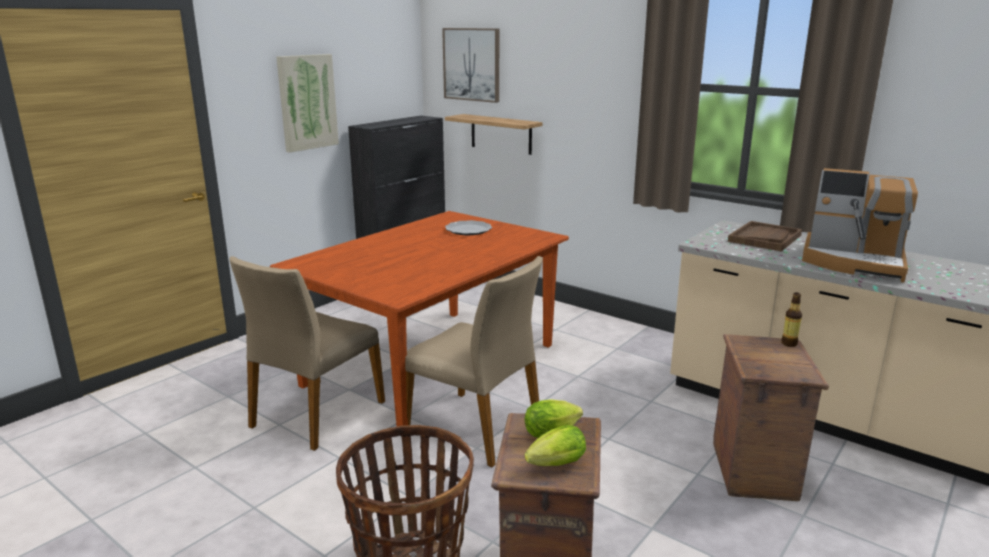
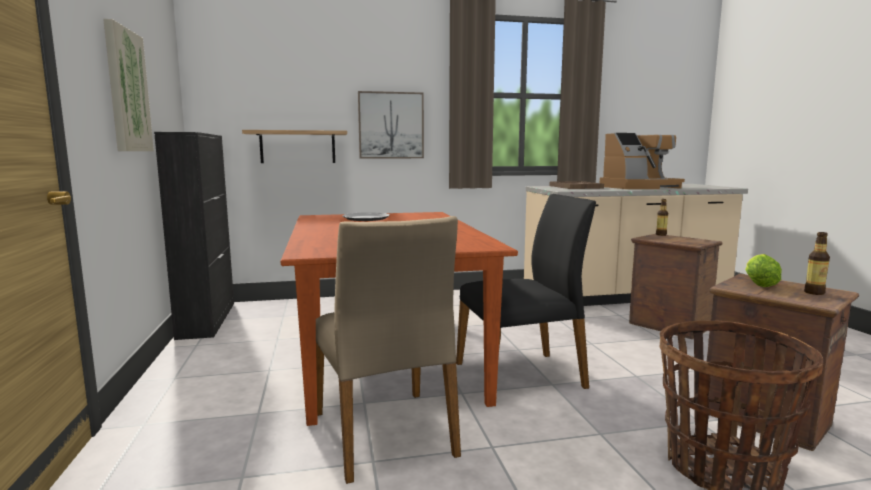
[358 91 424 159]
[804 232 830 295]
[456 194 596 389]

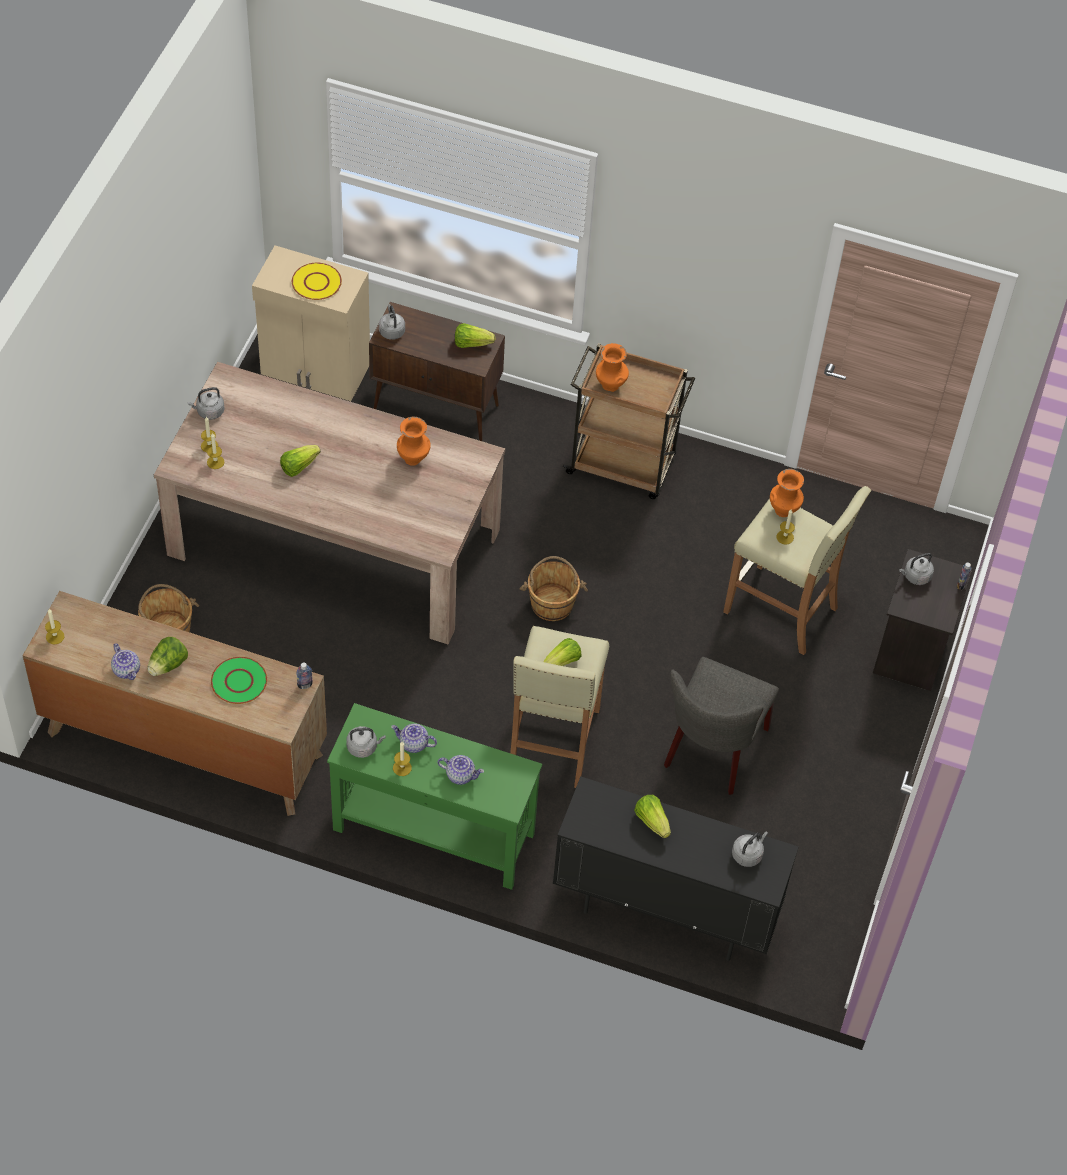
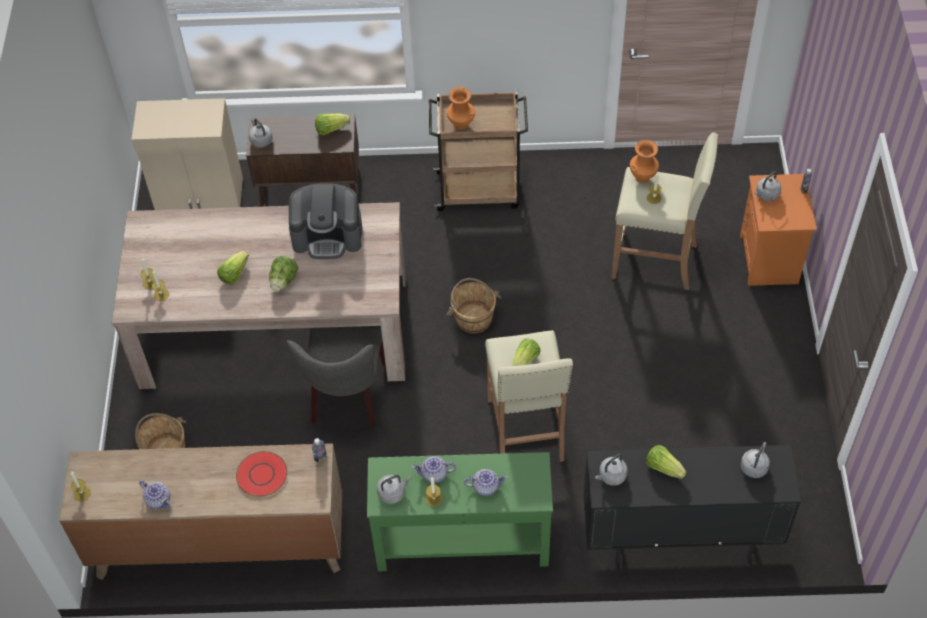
[292 263 342 300] (first image)
[269 256 298 292]
[595 454 628 486]
[287 326 386 427]
[289 183 363 259]
[236 451 288 497]
[740 174 817 286]

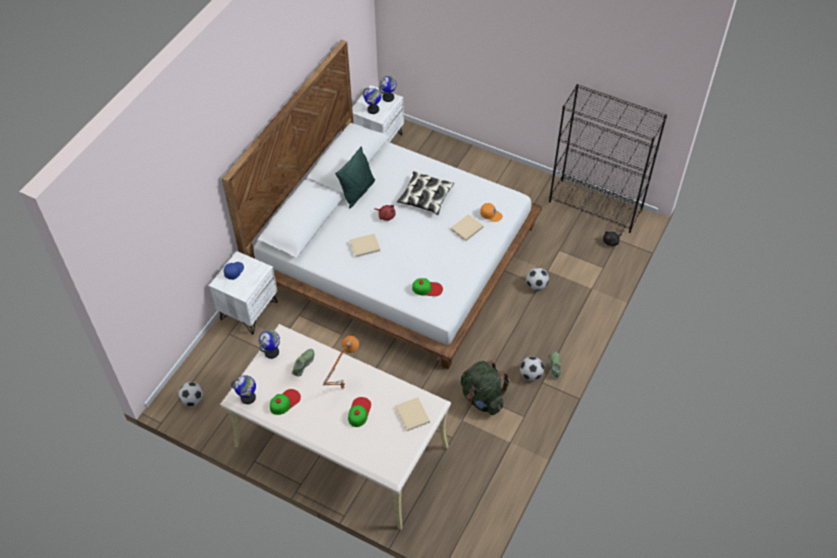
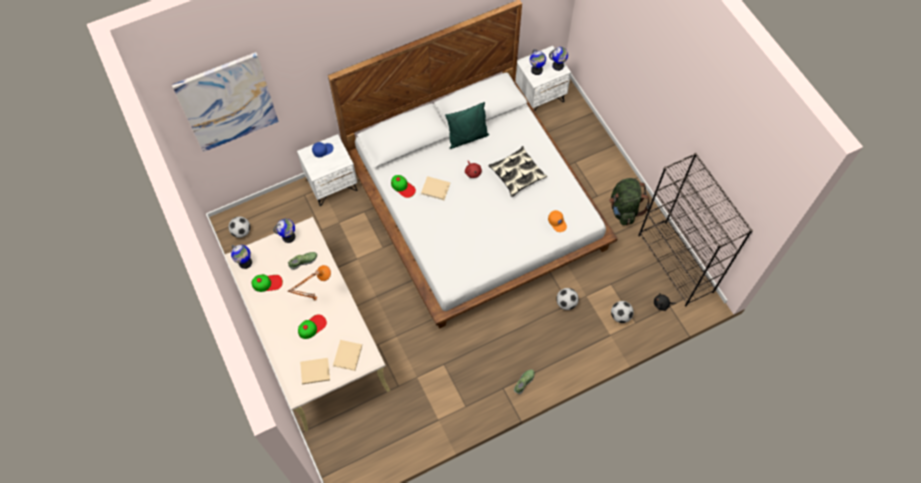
[172 52 278 152]
[391 175 416 198]
[300 358 330 384]
[609 178 650 225]
[611 301 634 323]

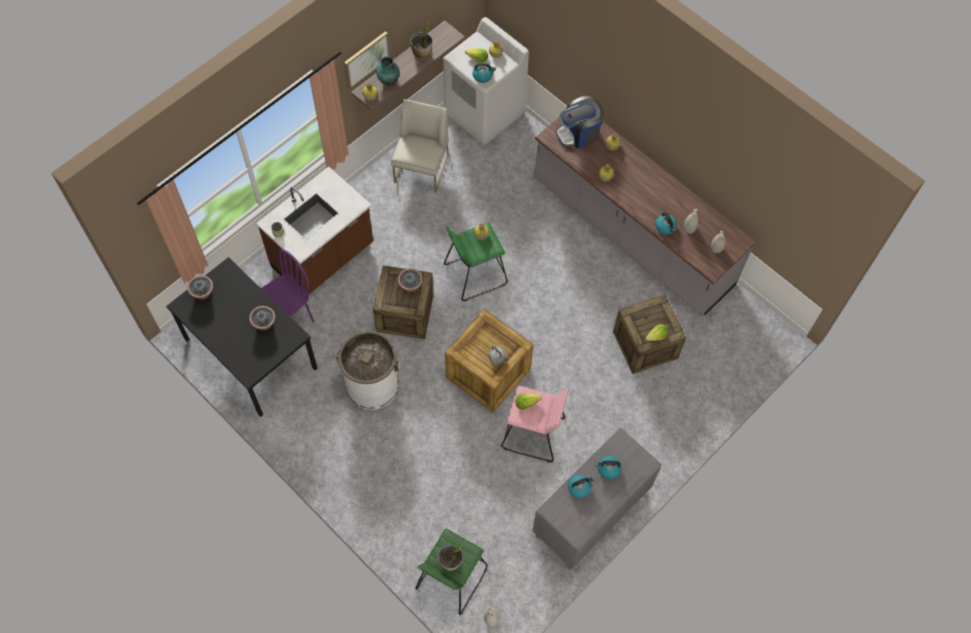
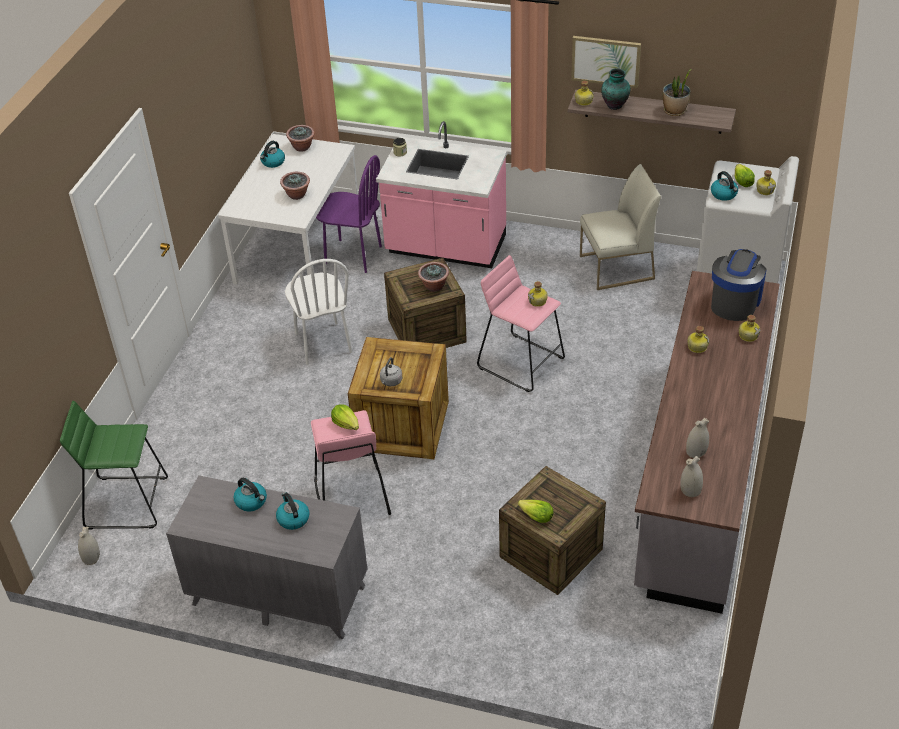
[437 544 463 571] (first image)
[260 141 285 168]
[285 259 353 365]
[218 134 358 285]
[376 121 507 268]
[477 255 565 392]
[711 249 767 321]

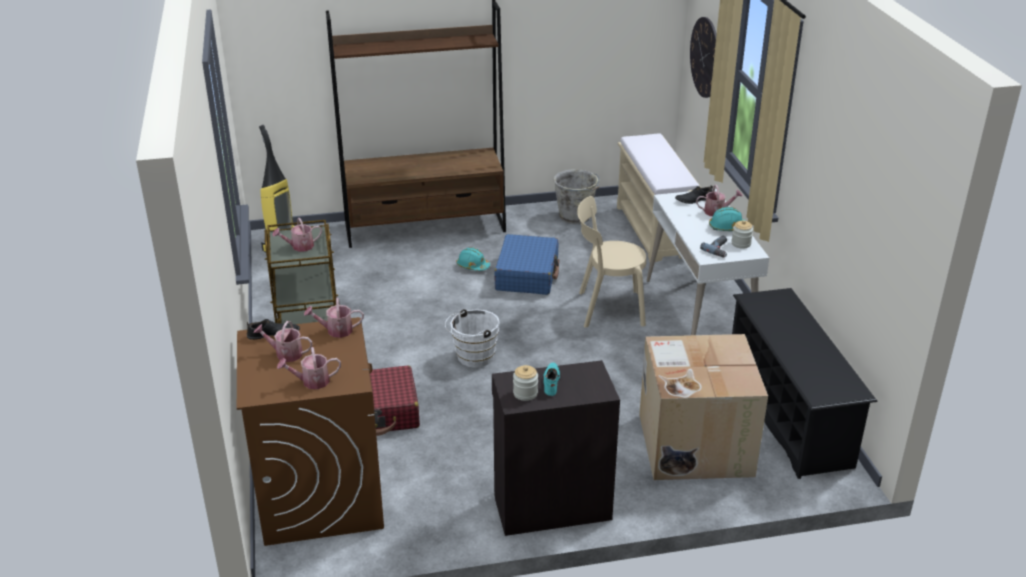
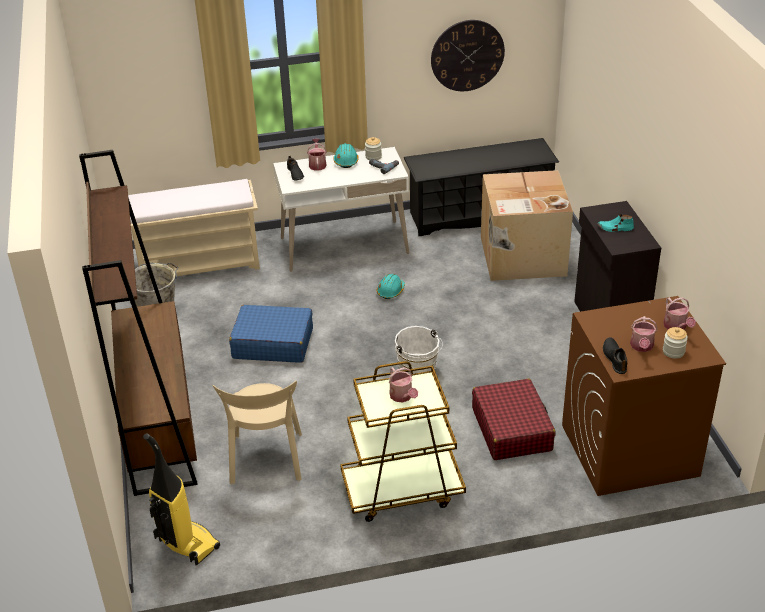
[304 298 364 338] (first image)
[377 274 405 299]
[663 327 688 359]
[212 381 302 484]
[431 20 505 91]

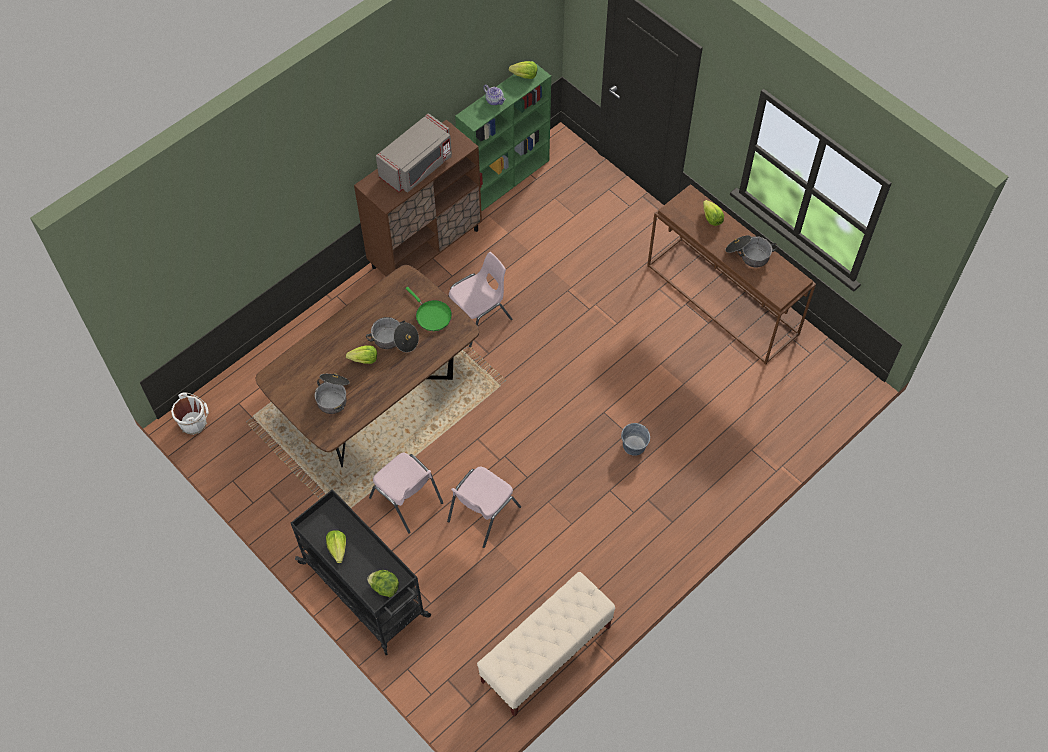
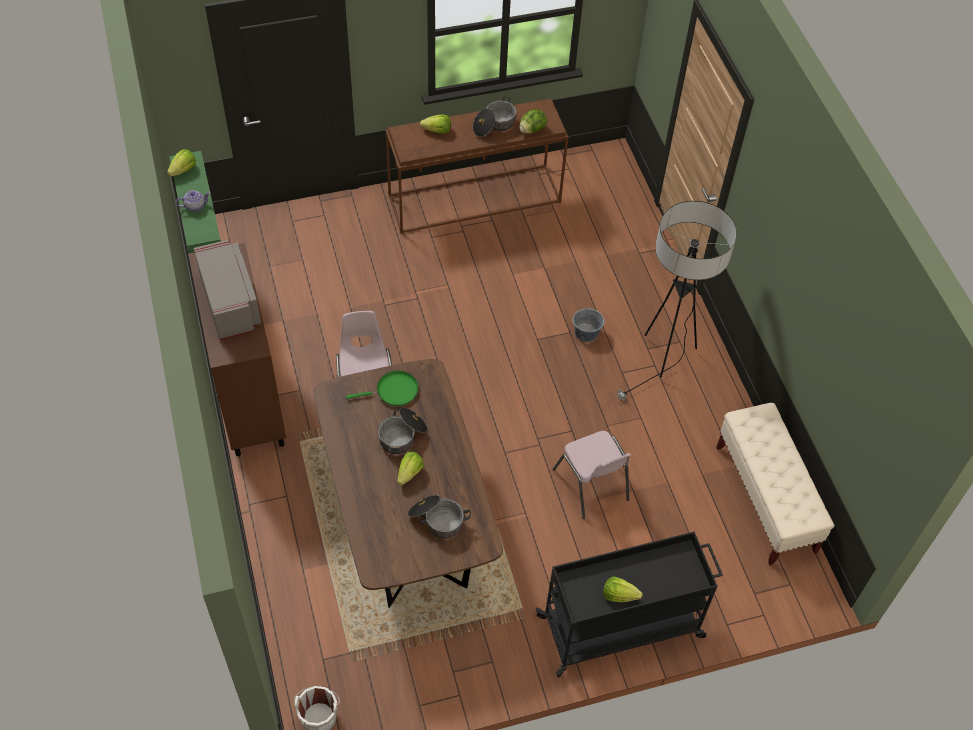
[369 453 443 534] (first image)
[617 201 737 402]
[520 109 547 133]

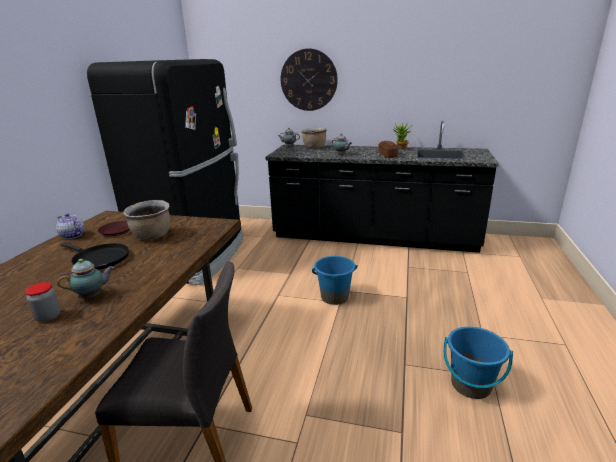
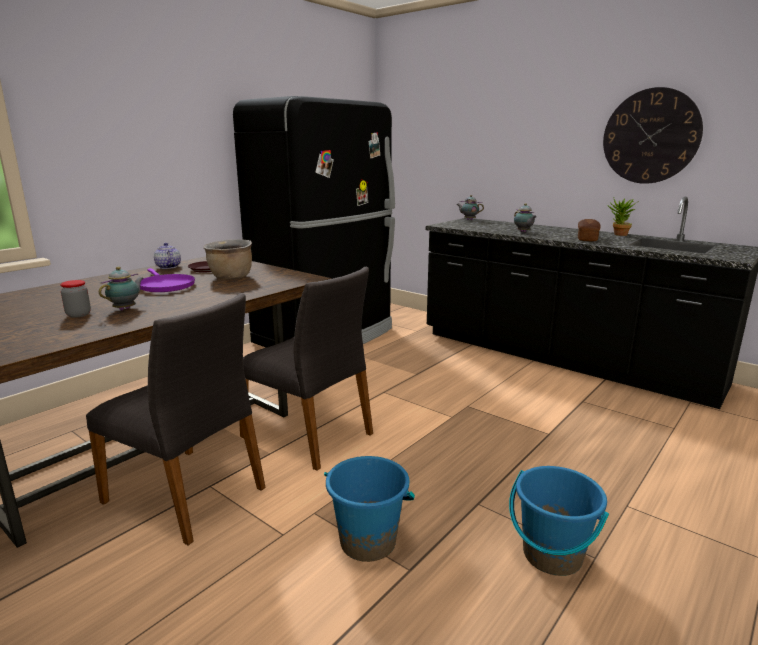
[301 128 327 149] (first image)
[239 267 373 471]
[603 87 703 184]
[324 456 415 562]
[140 268 195 292]
[99 267 144 310]

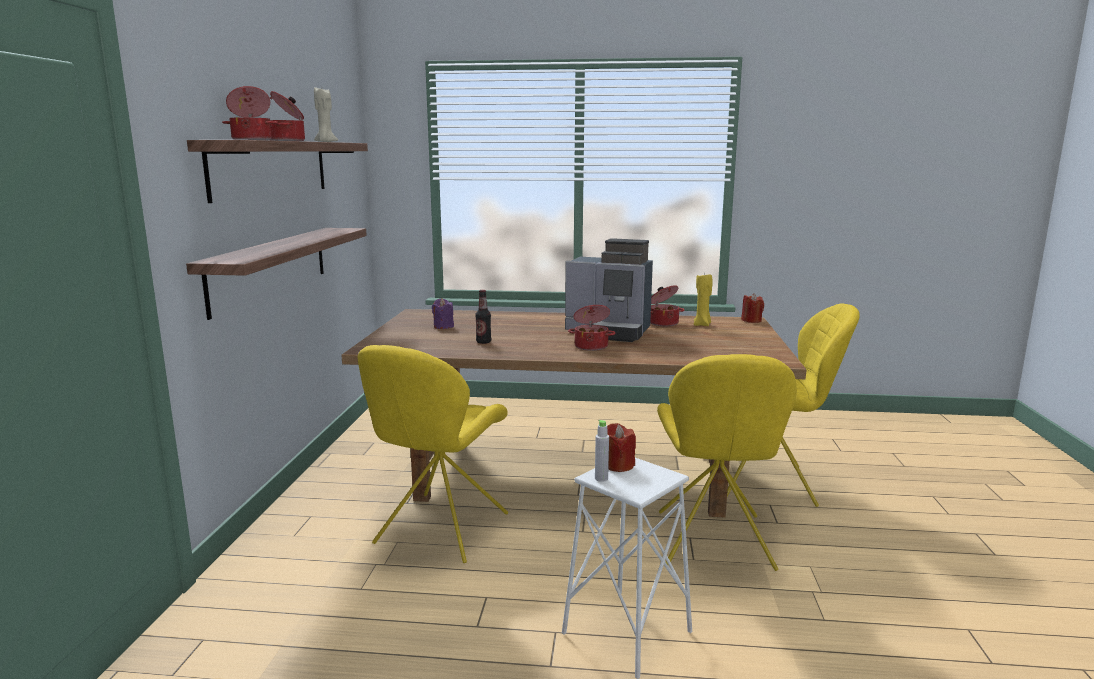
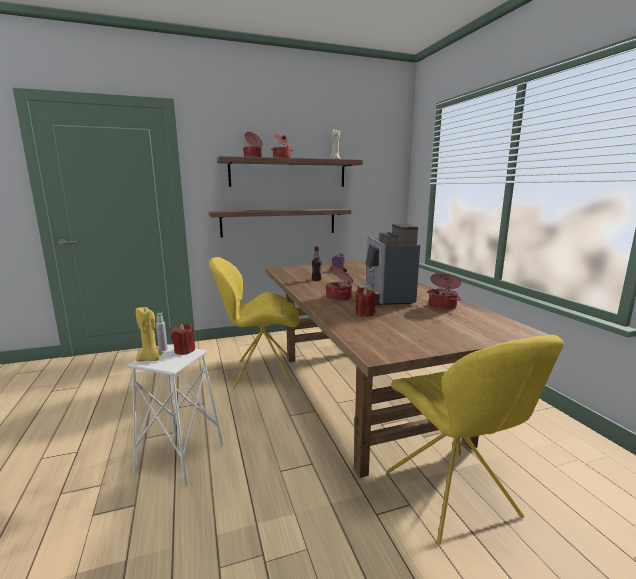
[657 354 797 571] (first image)
[136 306 163 361]
[356 287 376 317]

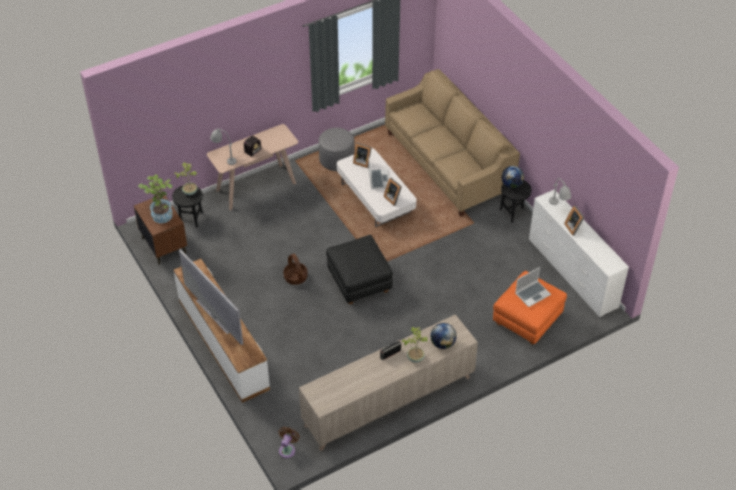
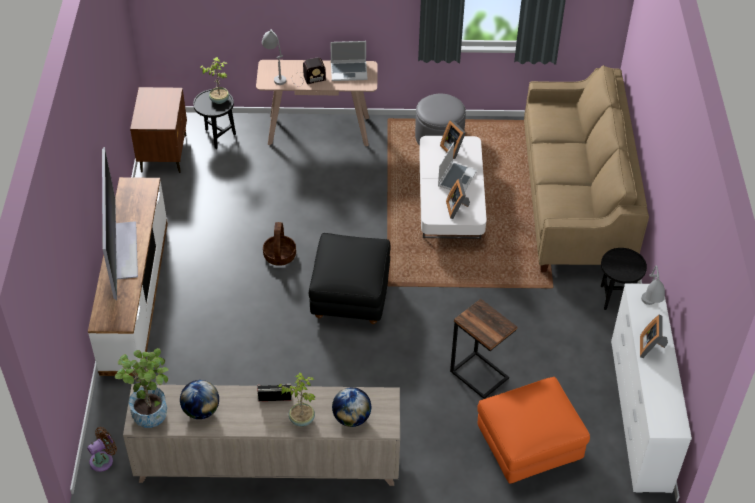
[450 299 517 399]
[115 348 169 428]
[180 380 219 419]
[330 41 368 81]

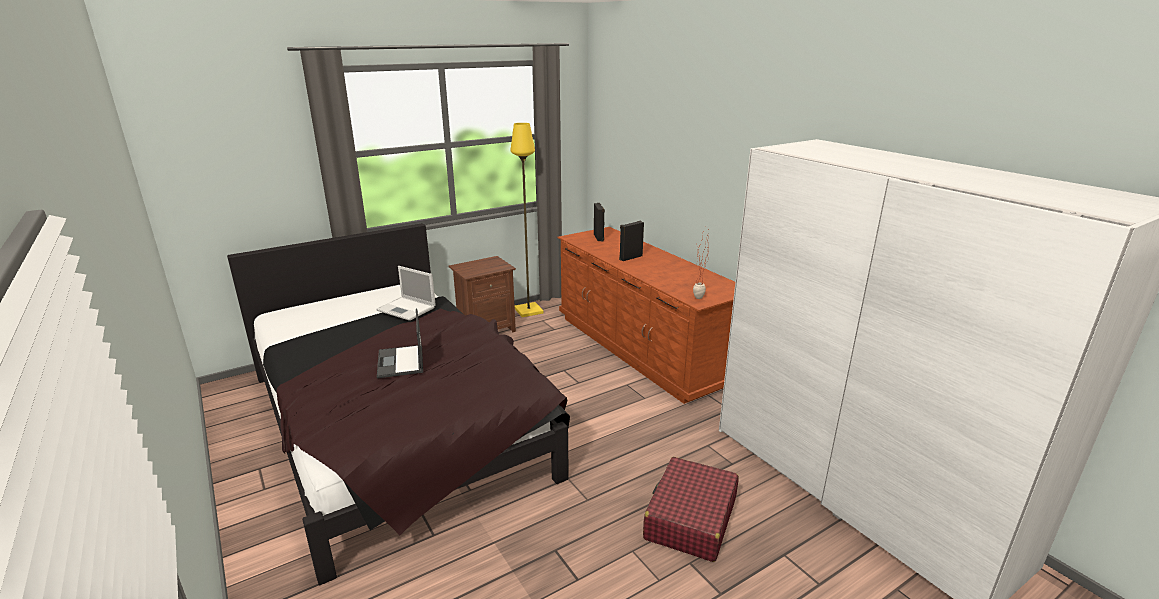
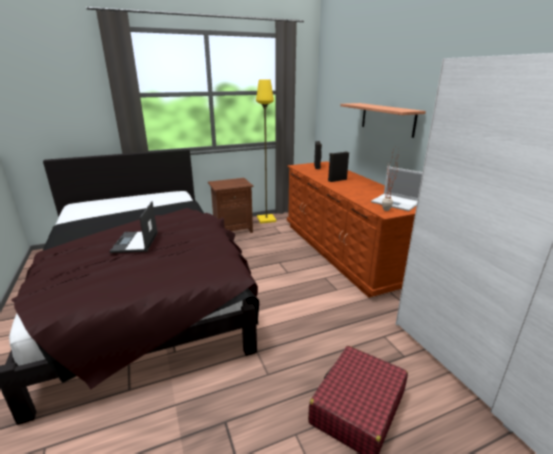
[340 103 426 138]
[371 166 422 211]

